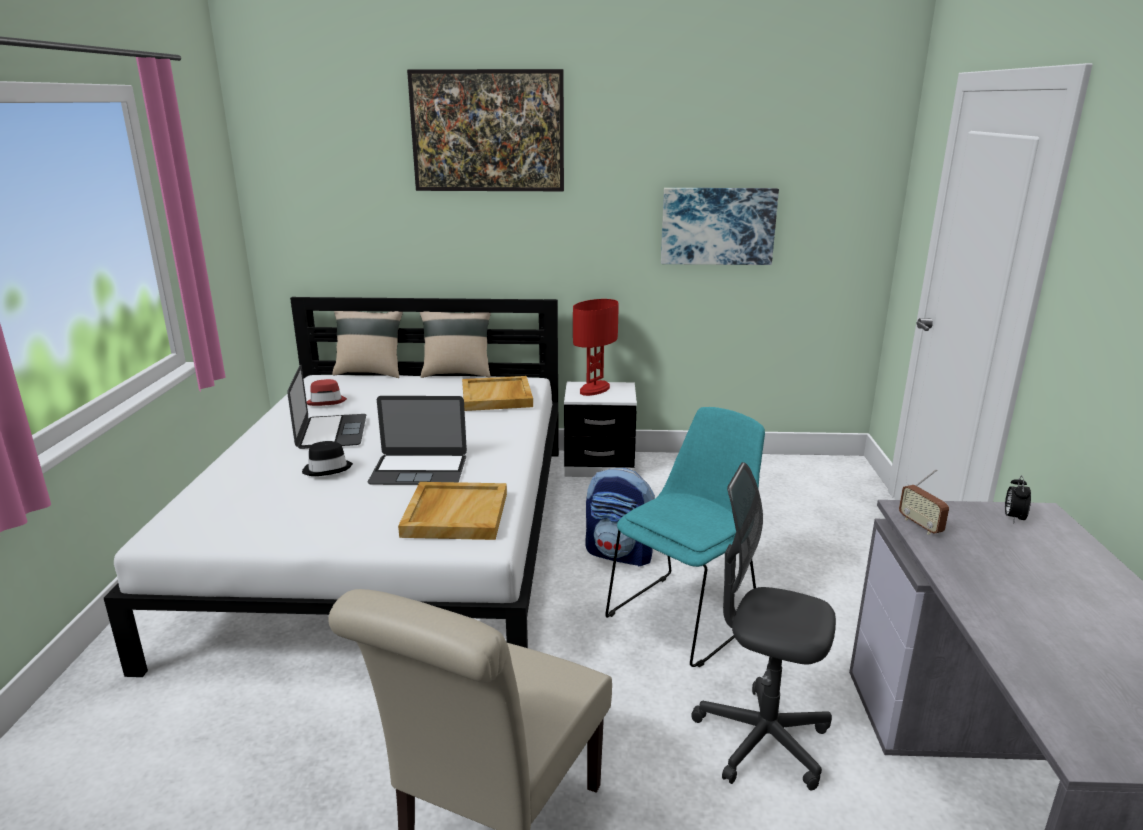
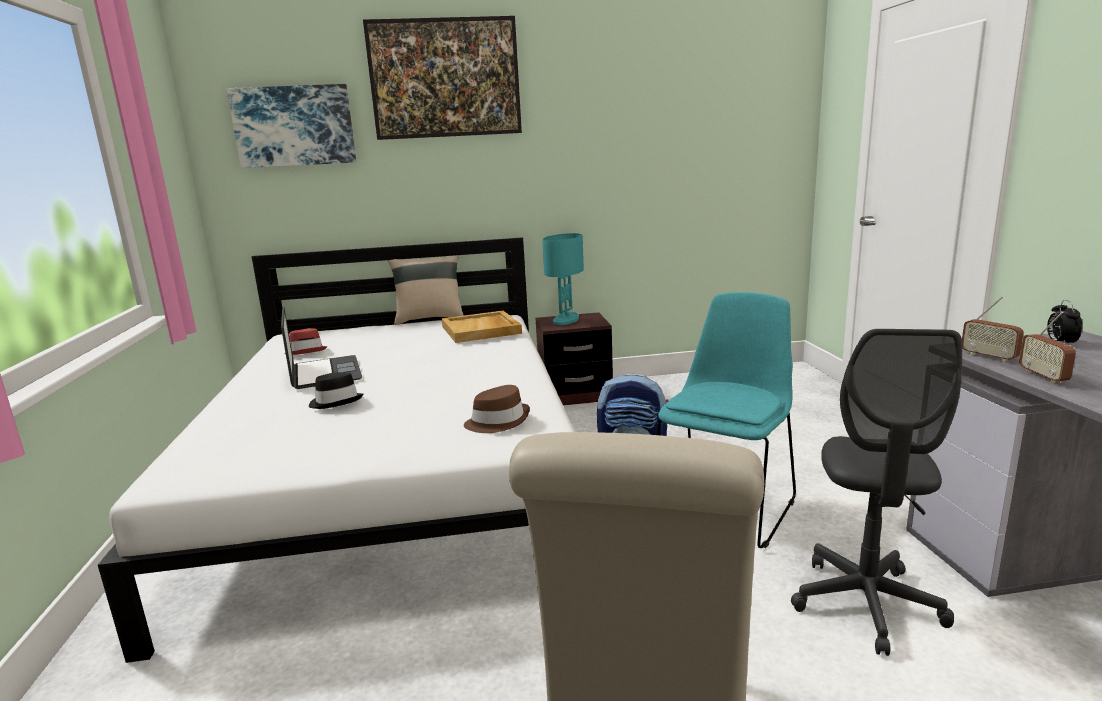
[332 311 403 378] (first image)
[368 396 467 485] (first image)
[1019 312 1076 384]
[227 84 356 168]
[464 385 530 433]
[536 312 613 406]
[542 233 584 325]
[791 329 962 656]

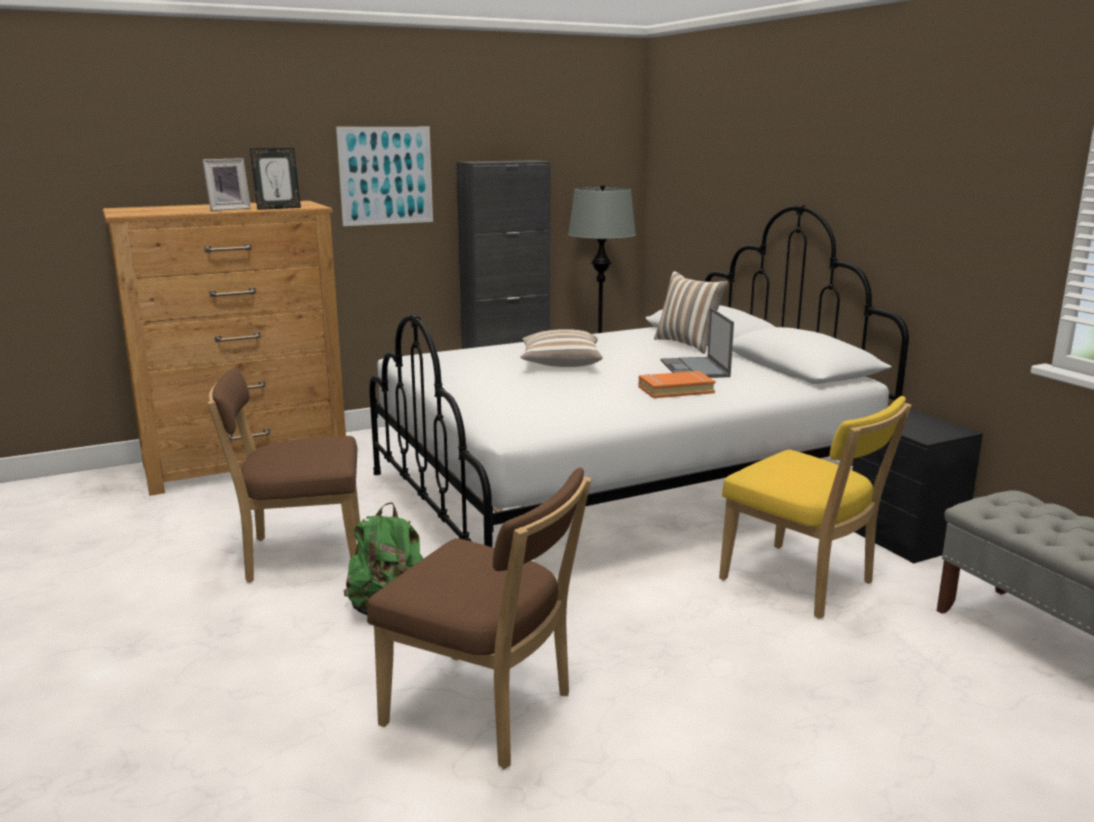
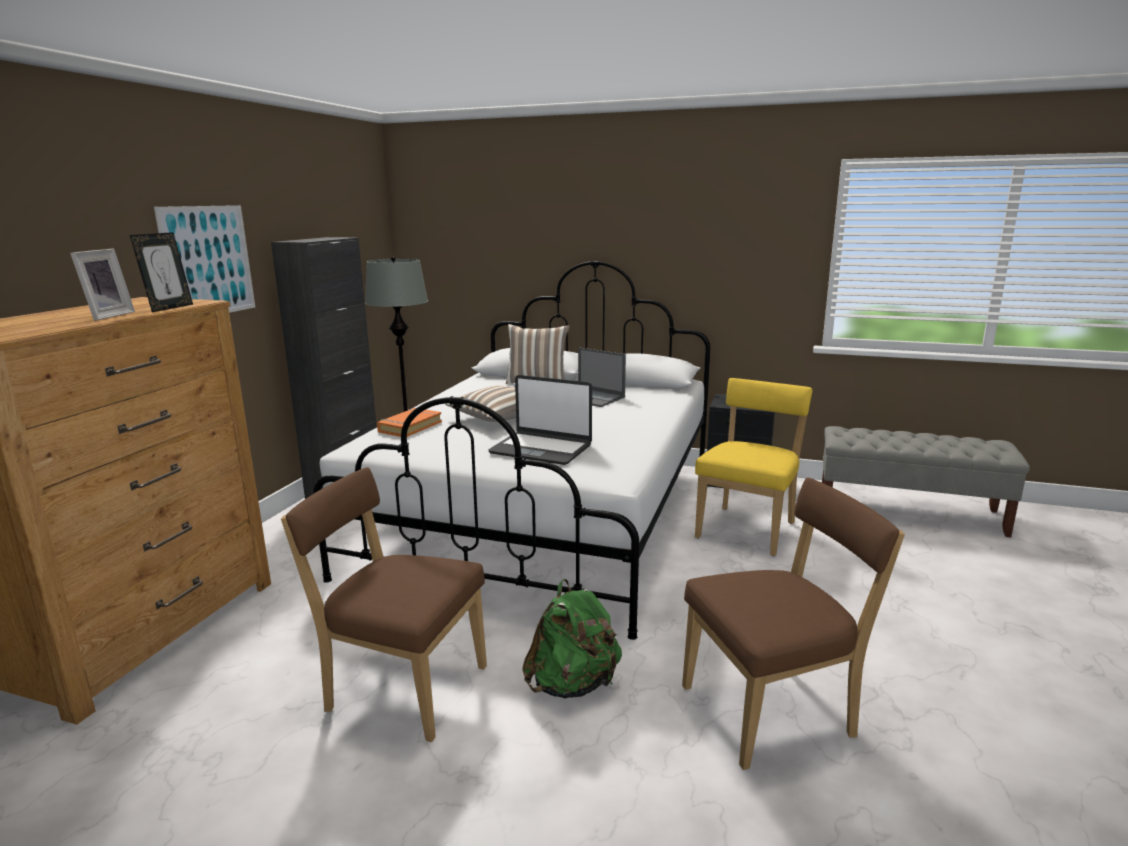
[488 375 592 465]
[377 408 442 437]
[281 467 487 742]
[695 378 812 556]

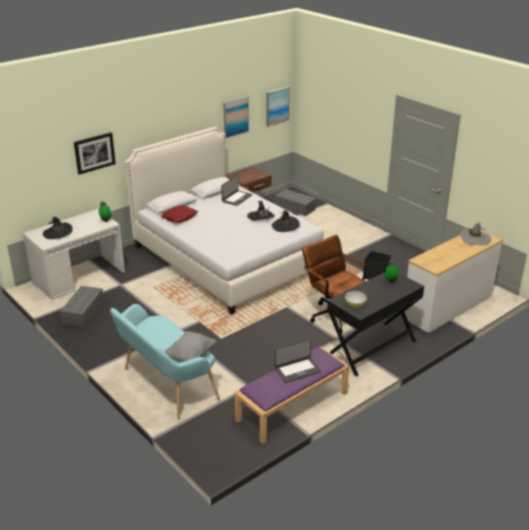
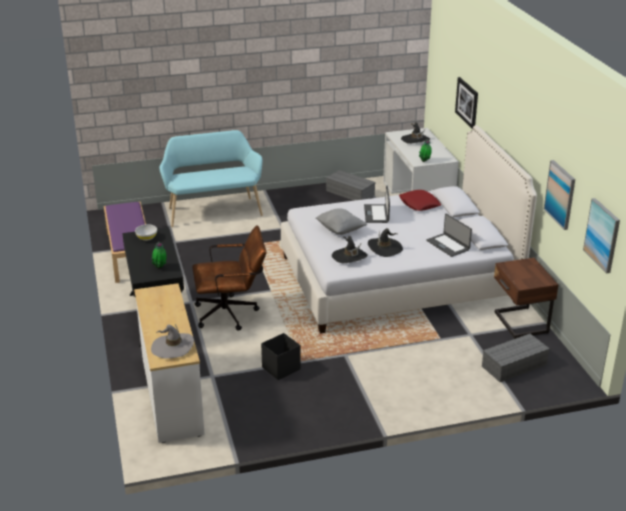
[316 208 367 235]
[364 185 390 223]

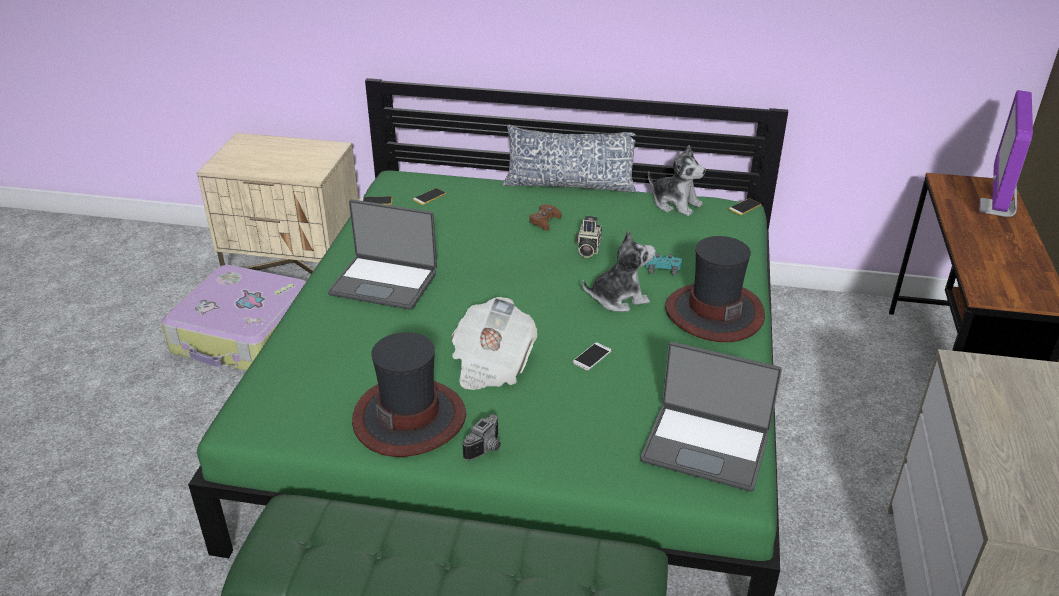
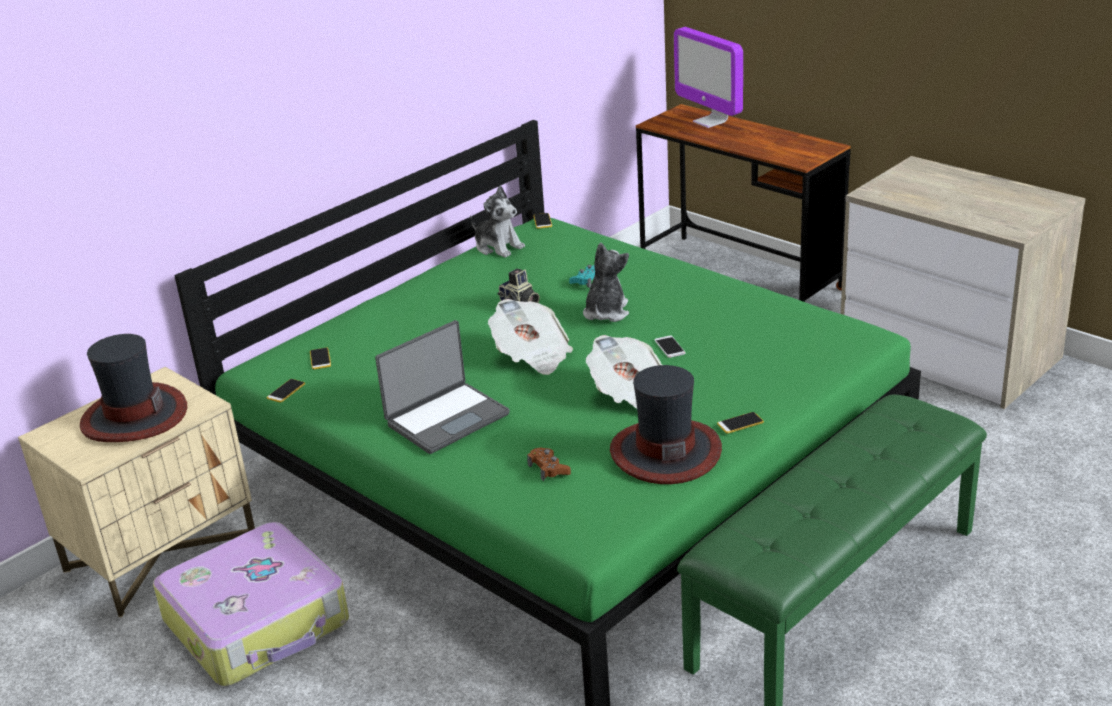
[502 124 636 192] (first image)
[640 342 782 492] (first image)
[488 299 573 375]
[527 447 571 481]
[80 334 187 442]
[717 412 764 434]
[470 186 525 258]

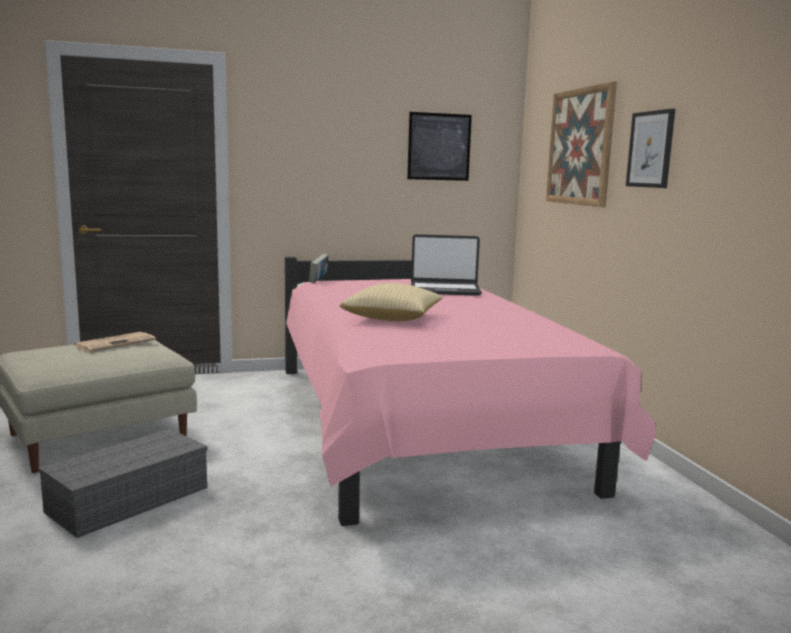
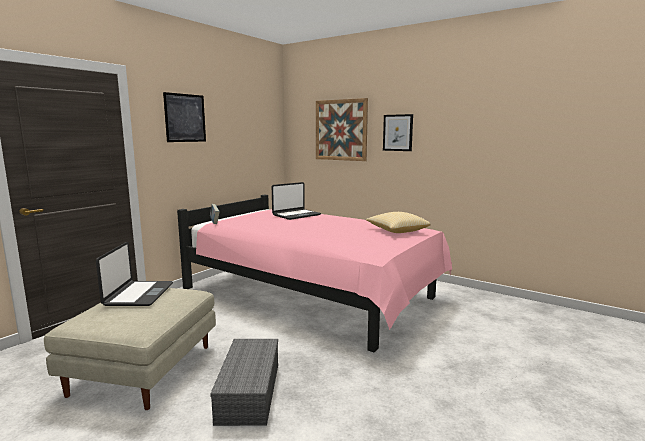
[366 212 431 233]
[163 92 206 142]
[96 242 173 306]

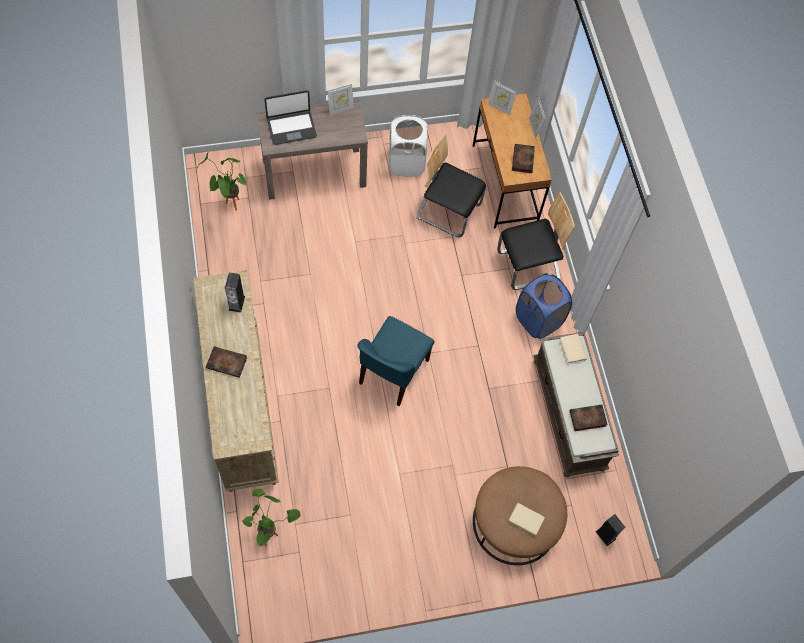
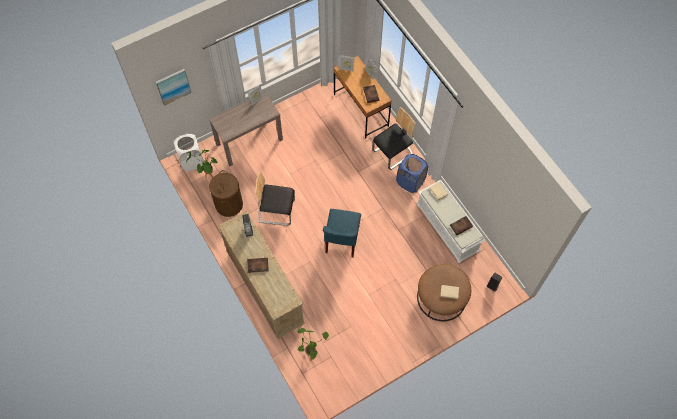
[265 90 317 145] (first image)
[156 69 191 106]
[209 170 243 217]
[173 133 204 171]
[255 171 295 226]
[416 180 485 263]

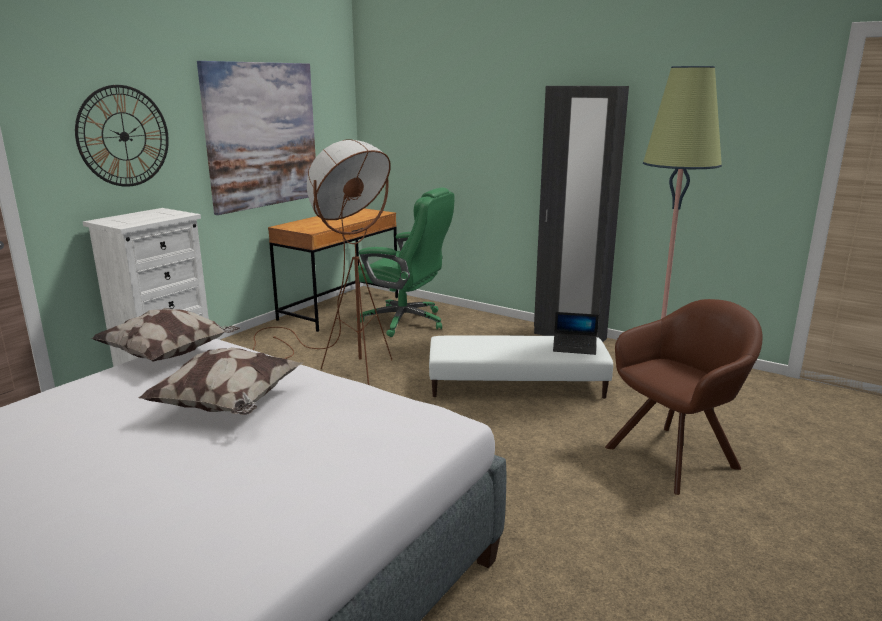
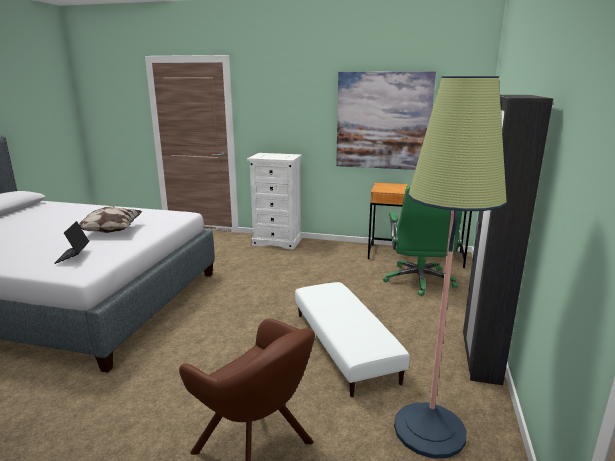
[75 85 169 187] (first image)
[91 308 240 362] (first image)
[253 139 392 385] (first image)
[54 221 89 264]

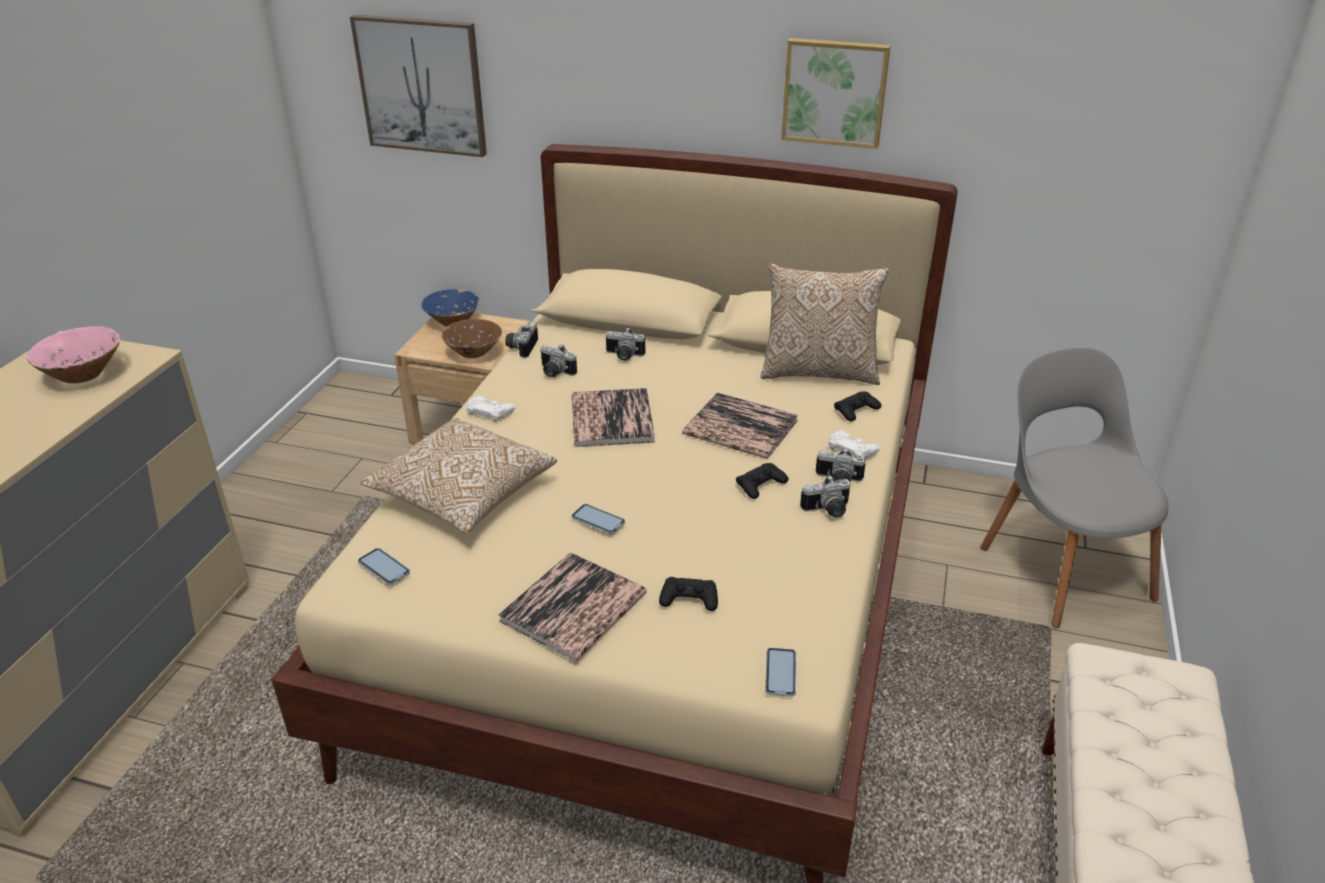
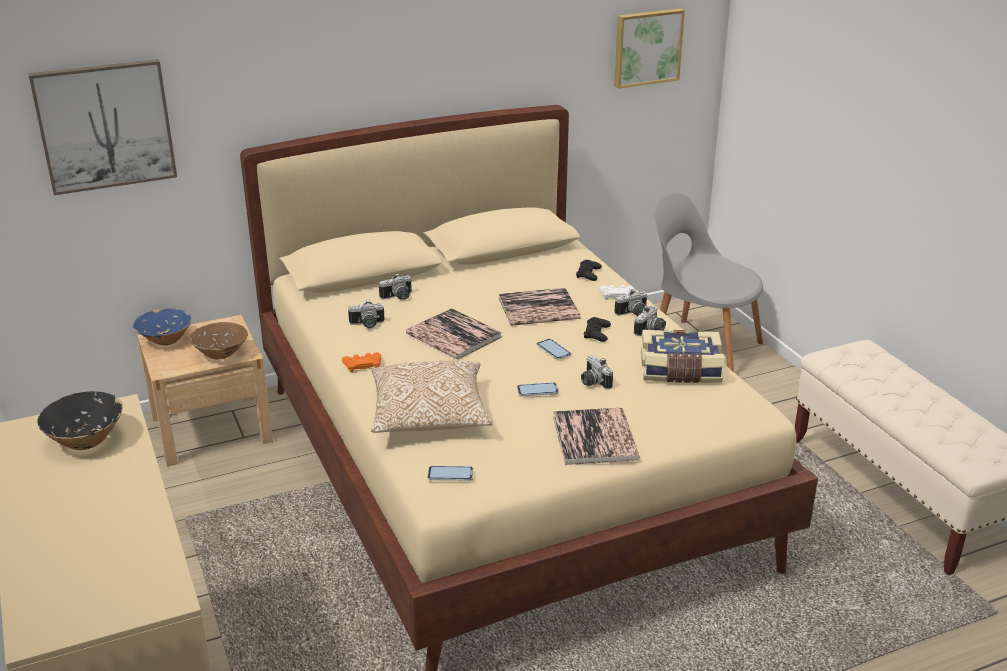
[659 577 718 611] (first image)
[760 264 889 385] (first image)
[641 330 725 383]
[581 355 613 389]
[537 339 571 360]
[614 8 685 89]
[37 391 123 450]
[342 352 381 372]

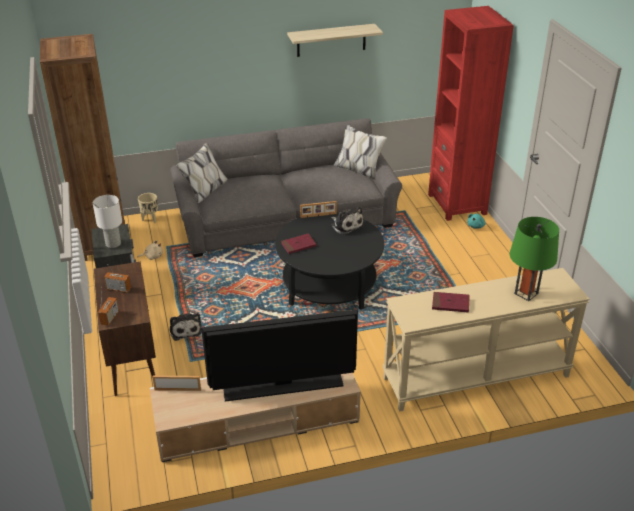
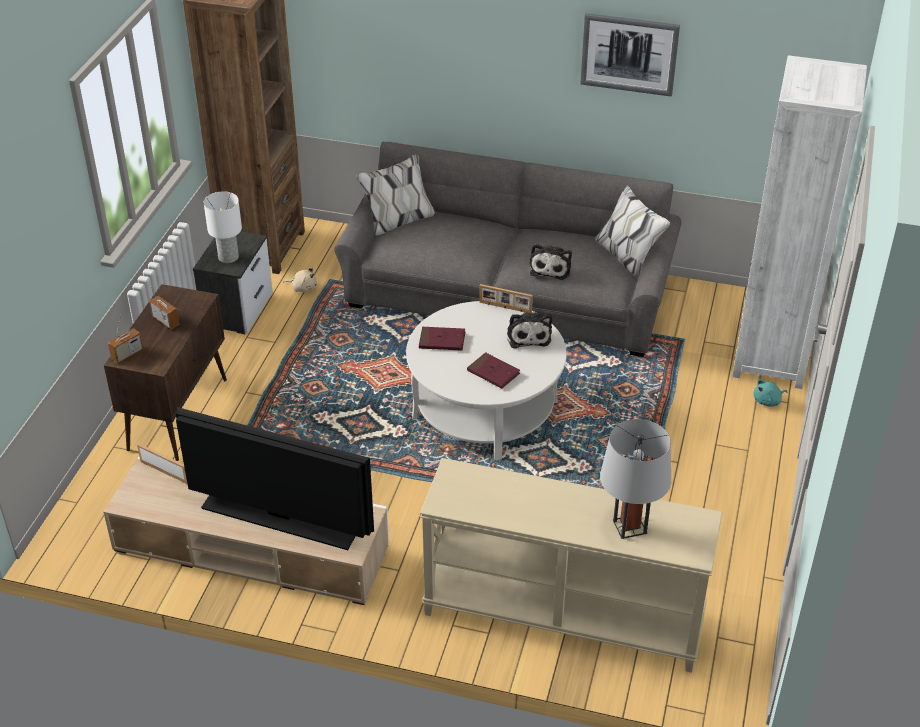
[138 193 158 223] (first image)
[530 244 572 280]
[467 352 520 389]
[580 13 680 97]
[406 301 567 460]
[732 55 867 389]
[600 419 671 539]

